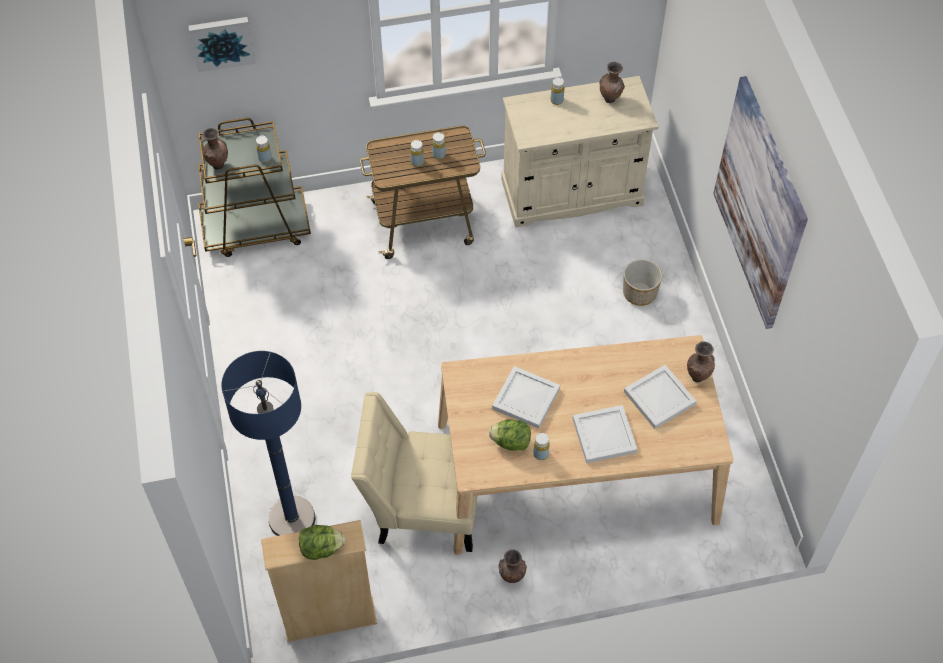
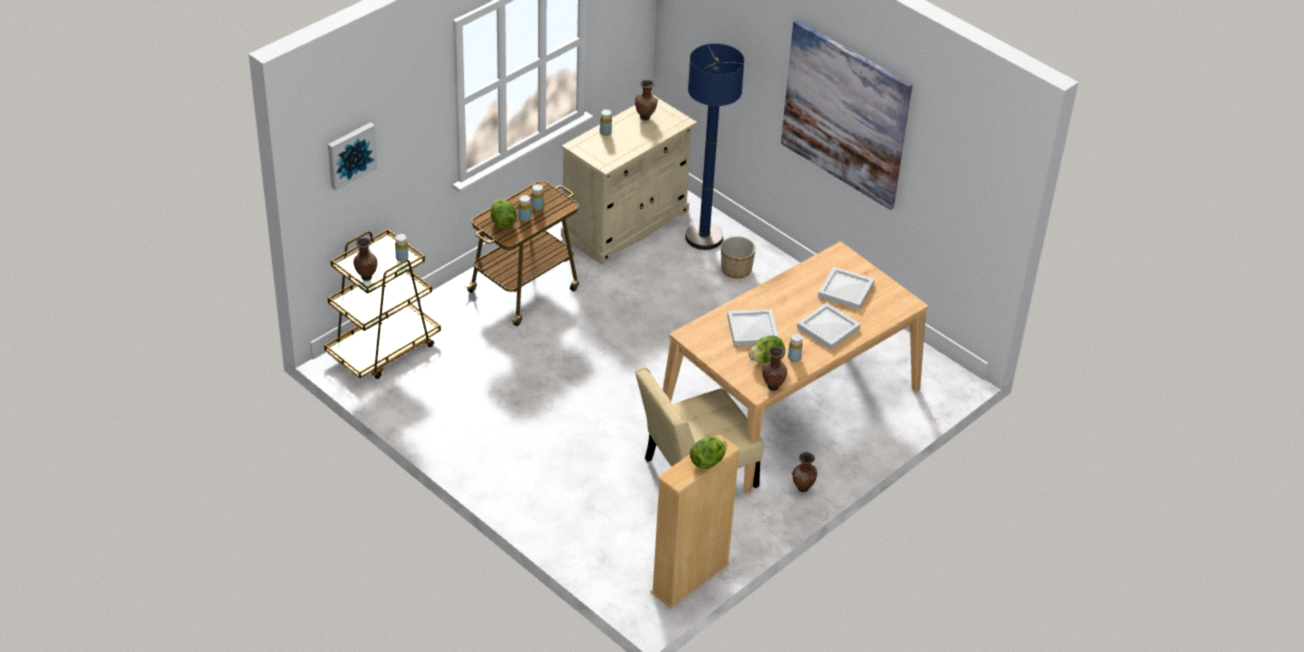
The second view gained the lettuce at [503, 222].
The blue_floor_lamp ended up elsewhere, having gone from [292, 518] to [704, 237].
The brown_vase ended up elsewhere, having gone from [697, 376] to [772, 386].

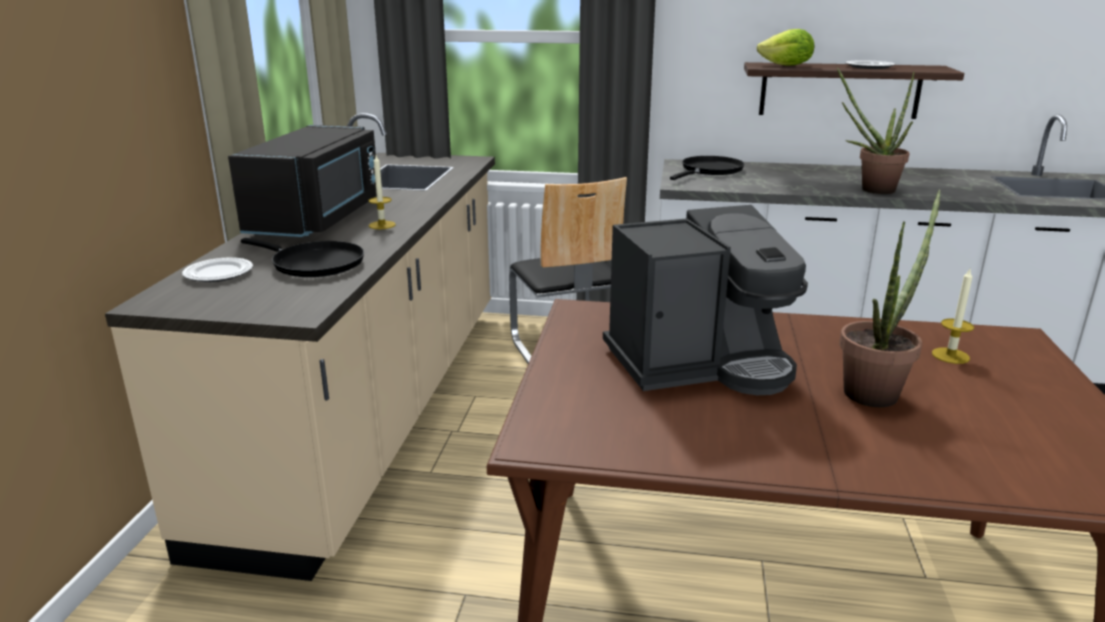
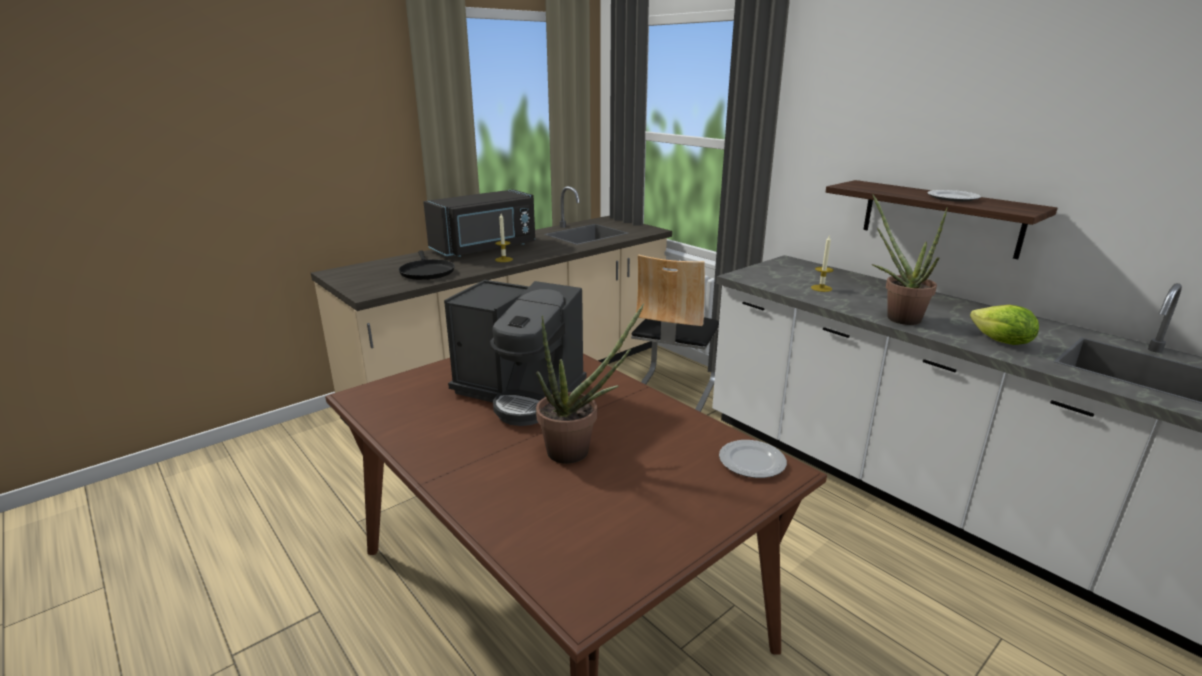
The plate ended up elsewhere, having gone from [218, 273] to [751, 461].
The candle ended up elsewhere, having gone from [950, 356] to [821, 288].
The lettuce ended up elsewhere, having gone from [786, 66] to [1001, 342].
The second view lost the black_frying_pan at [709, 170].

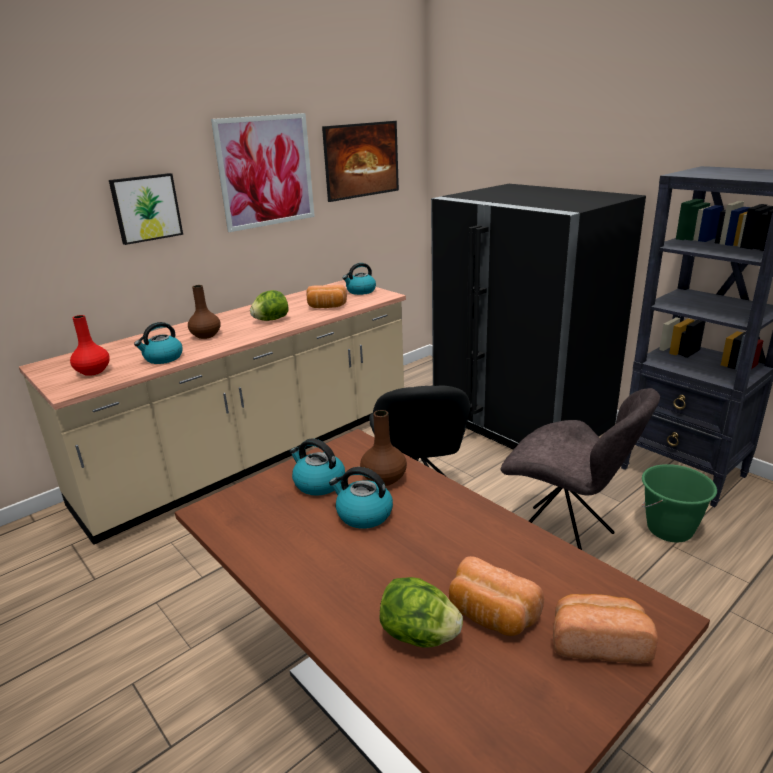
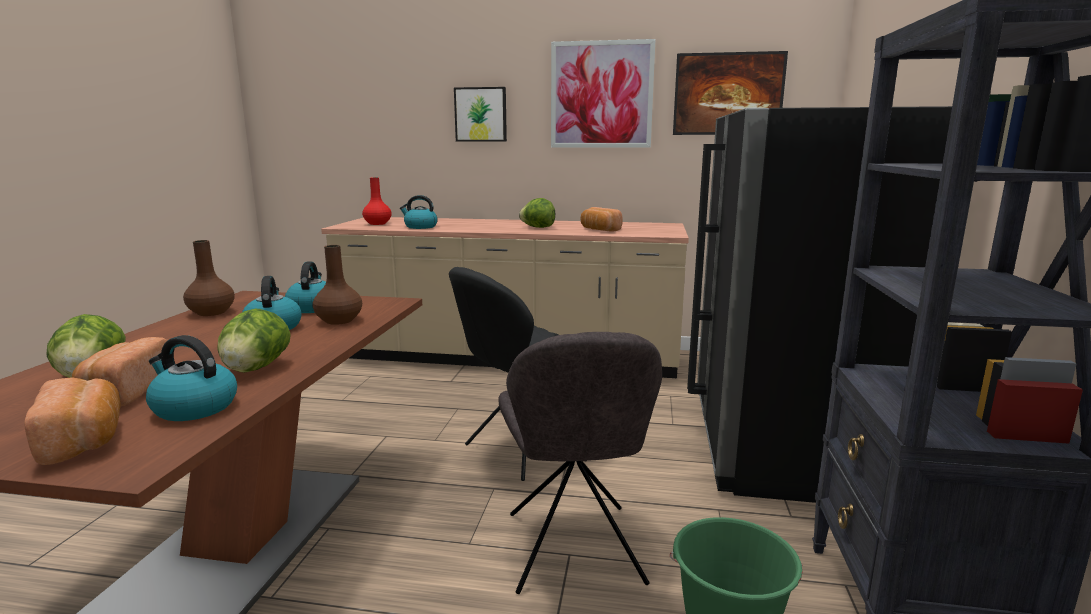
The kettle ended up elsewhere, having gone from [360, 291] to [193, 407].
The brown_vase ended up elsewhere, having gone from [206, 335] to [212, 312].
The second view gained the lettuce at [256, 368].

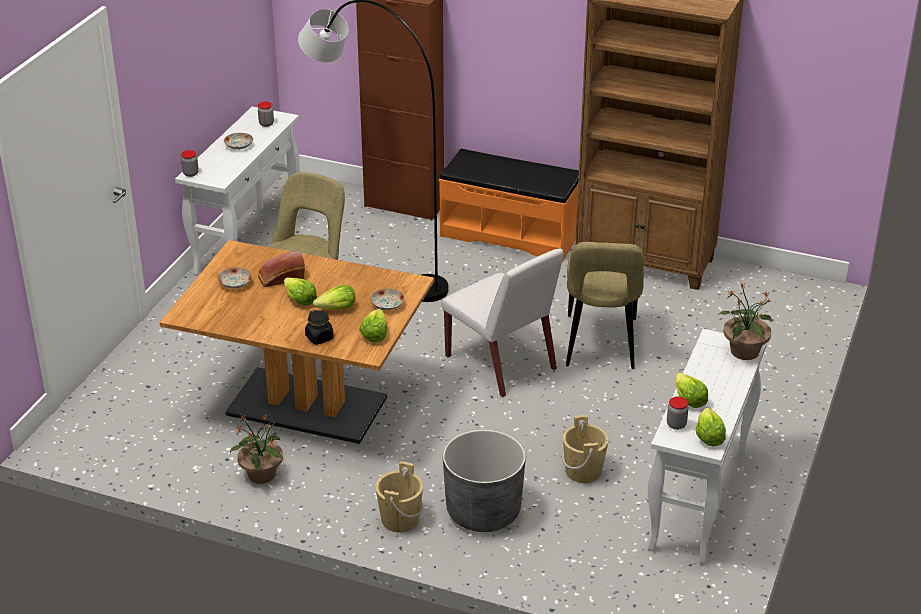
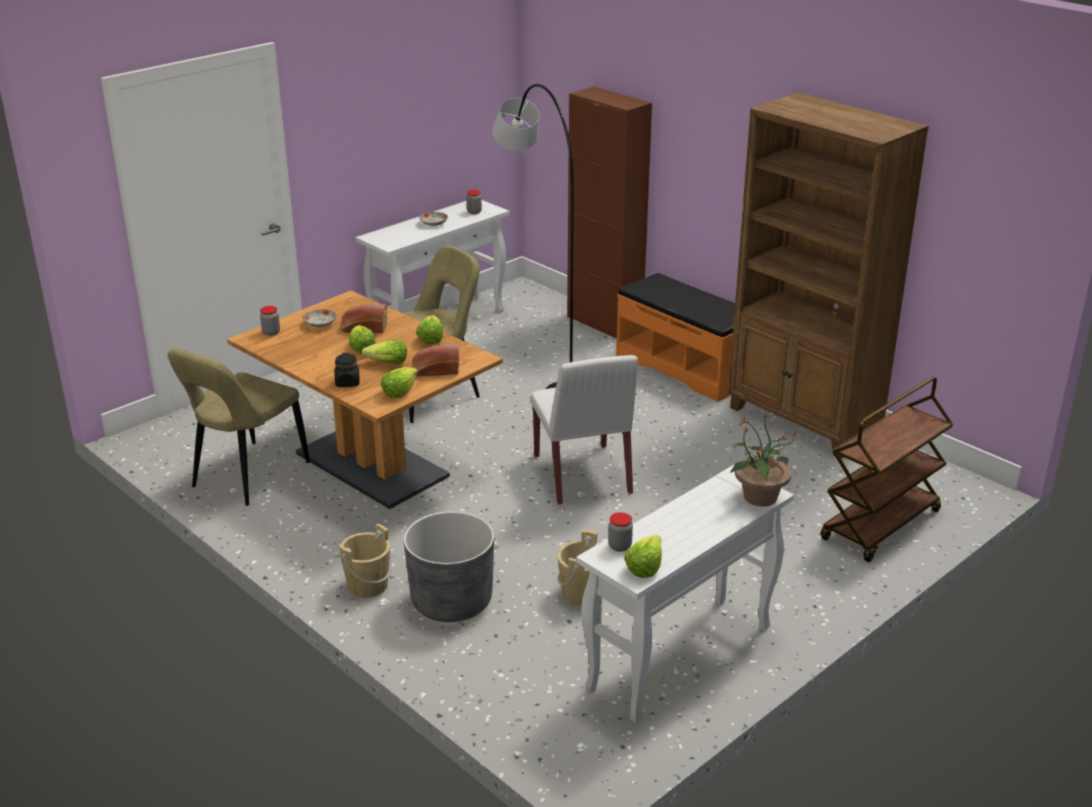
The beige_chair ended up elsewhere, having gone from [600, 345] to [247, 477].
The jar ended up elsewhere, having gone from [190, 173] to [271, 332].
Where the plate stood at [387, 305], the bread came to stand at [435, 371].
The lettuce ended up elsewhere, having gone from [688, 400] to [430, 339].
The second view gained the brown_cart at [881, 526].
The second view lost the potted_plant at [261, 475].

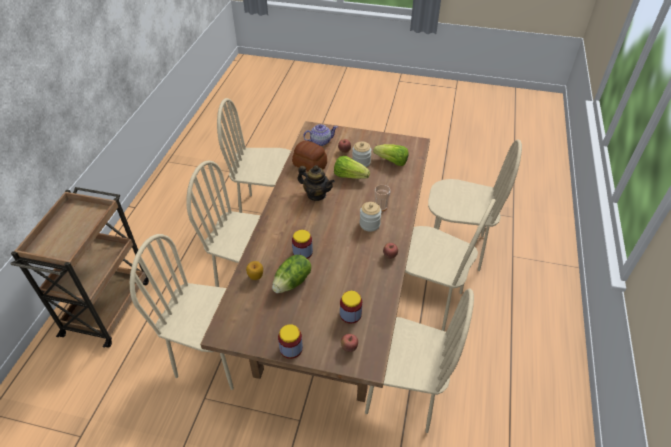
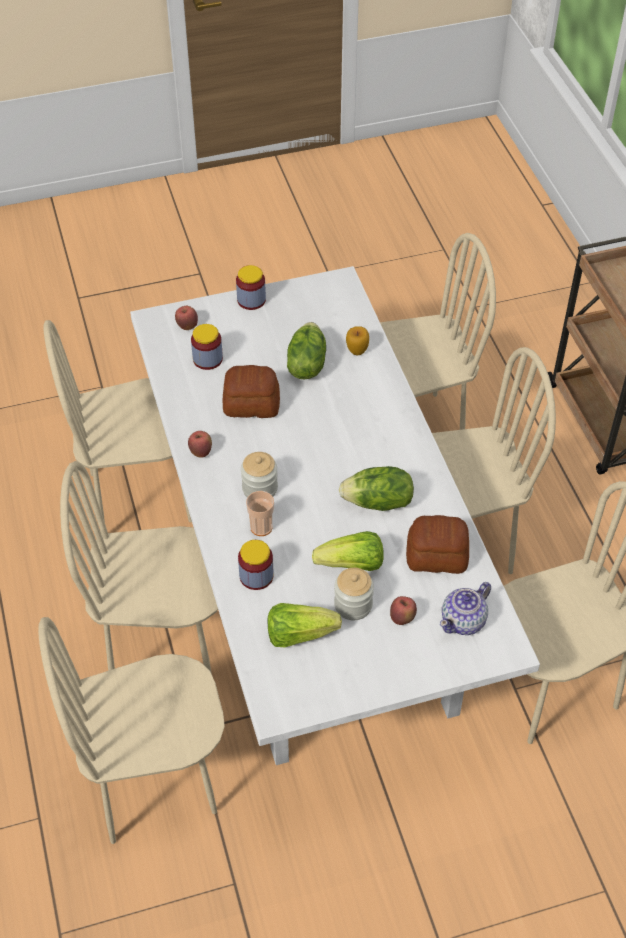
What was the brown_dining_table at [335, 295] turned into the white_dining_table at [314, 586].
The second view gained the bread at [251, 404].
The jar ended up elsewhere, having gone from [302, 252] to [256, 576].
Where the teapot stood at [316, 195], the lettuce came to stand at [378, 502].

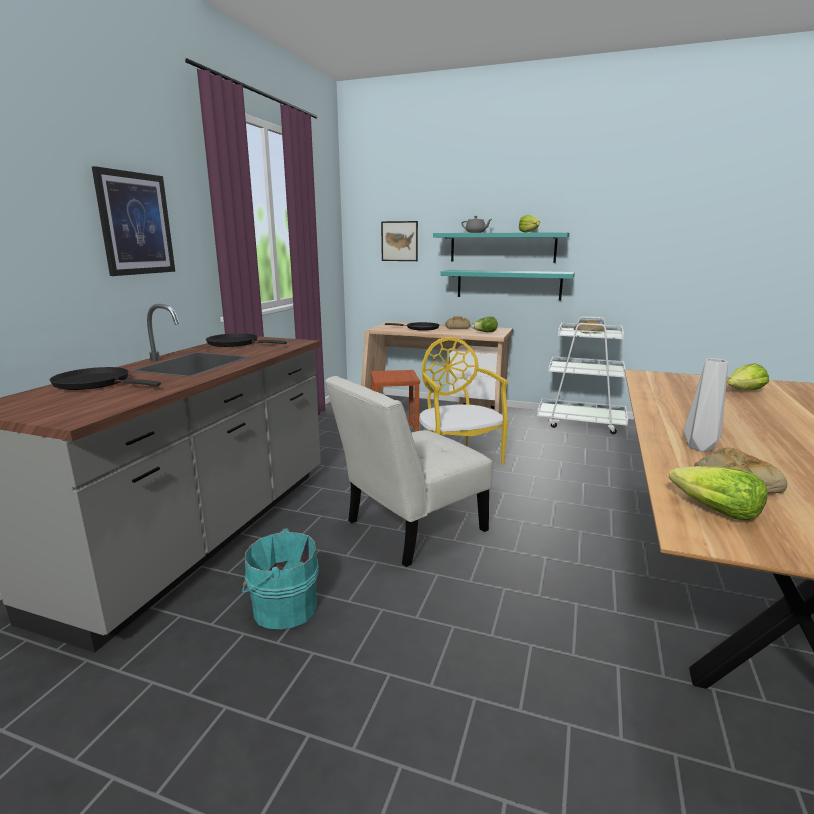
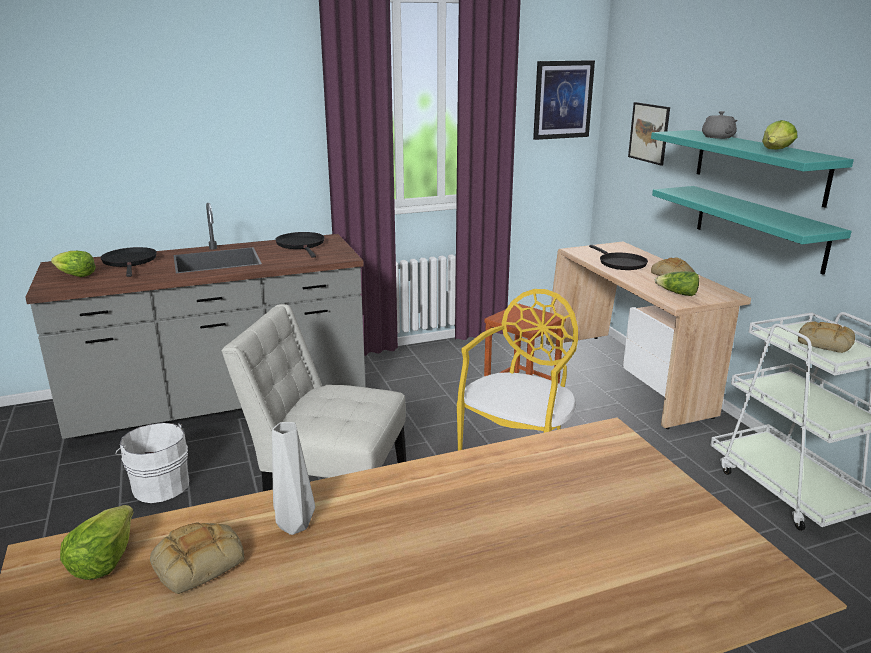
The lettuce ended up elsewhere, having gone from [745, 391] to [74, 275].
What was the turquoise_bucket at [282, 607] turned into the white_bucket at [160, 485].
The picture ended up elsewhere, having gone from [135, 224] to [563, 100].

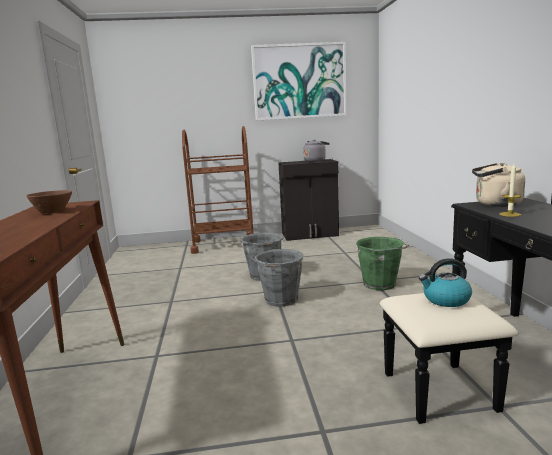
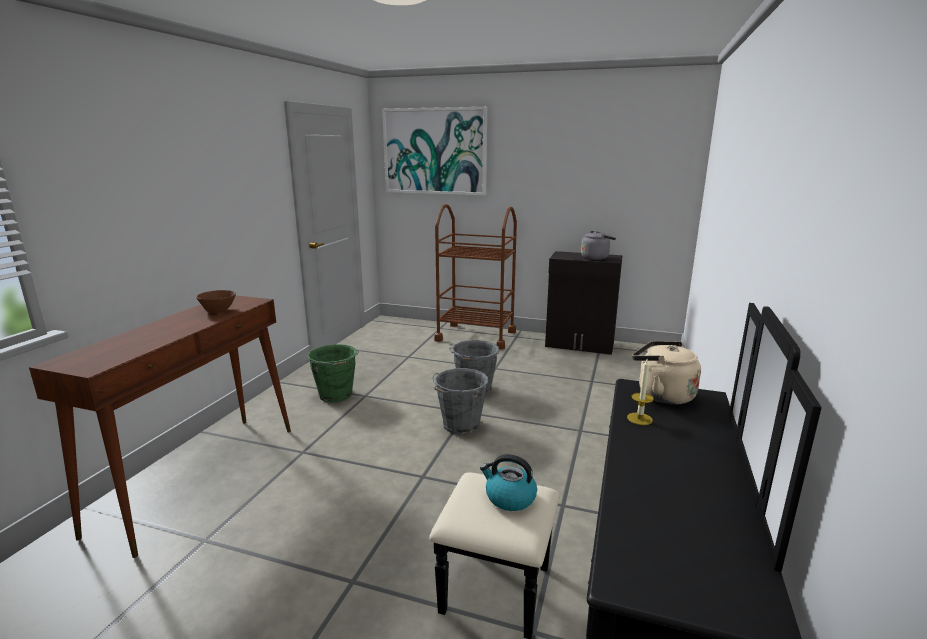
The green_bucket ended up elsewhere, having gone from [380, 284] to [336, 395].
The picture ended up elsewhere, having gone from [299, 81] to [435, 151].

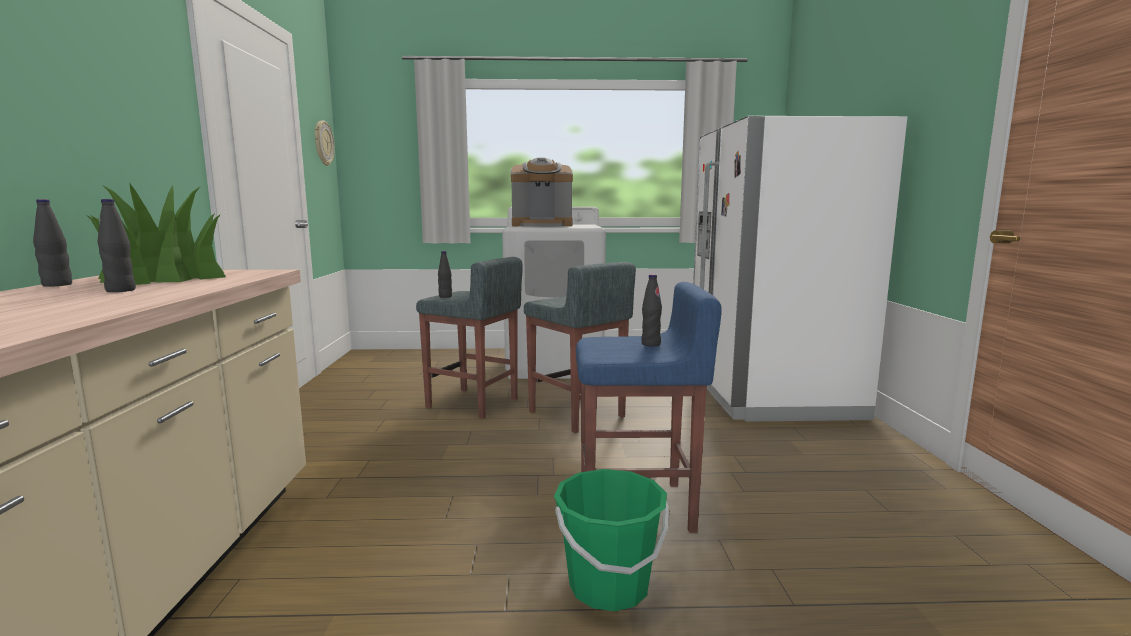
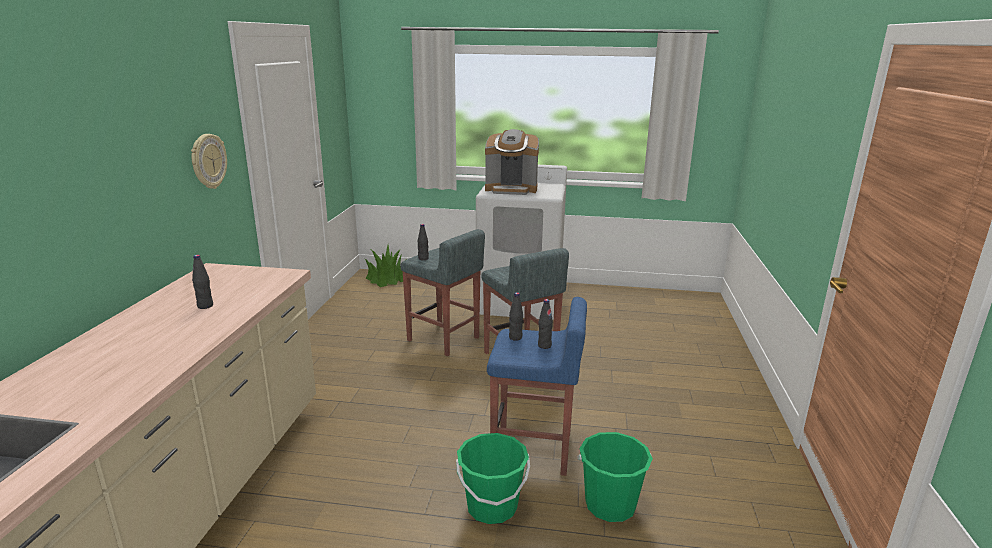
The wall_clock ended up elsewhere, having gone from [323, 143] to [208, 161].
The potted_plant ended up elsewhere, having gone from [165, 277] to [387, 279].
The black_bottle ended up elsewhere, having gone from [57, 285] to [515, 337].
The second view gained the green_bucket at [610, 505].
The second view lost the white_fridge at [769, 394].

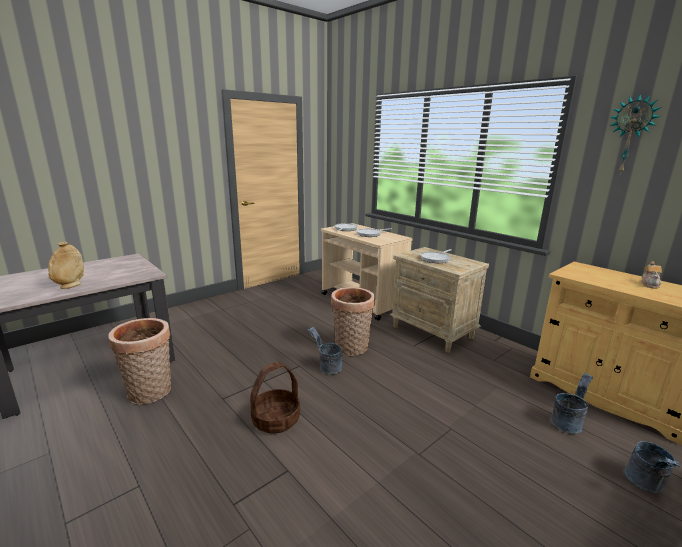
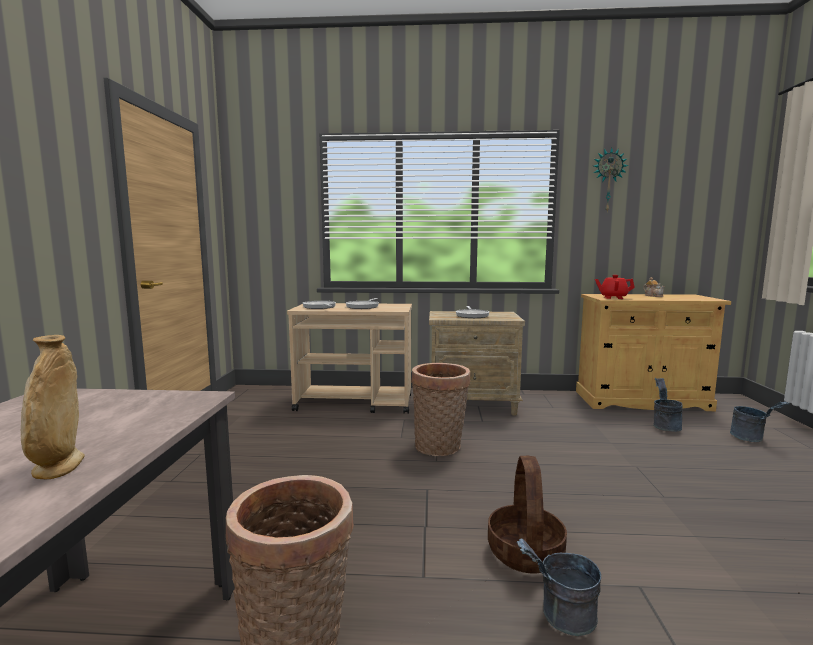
The grey_bucket ended up elsewhere, having gone from [327, 367] to [560, 617].
The second view gained the red_teapot at [613, 298].

